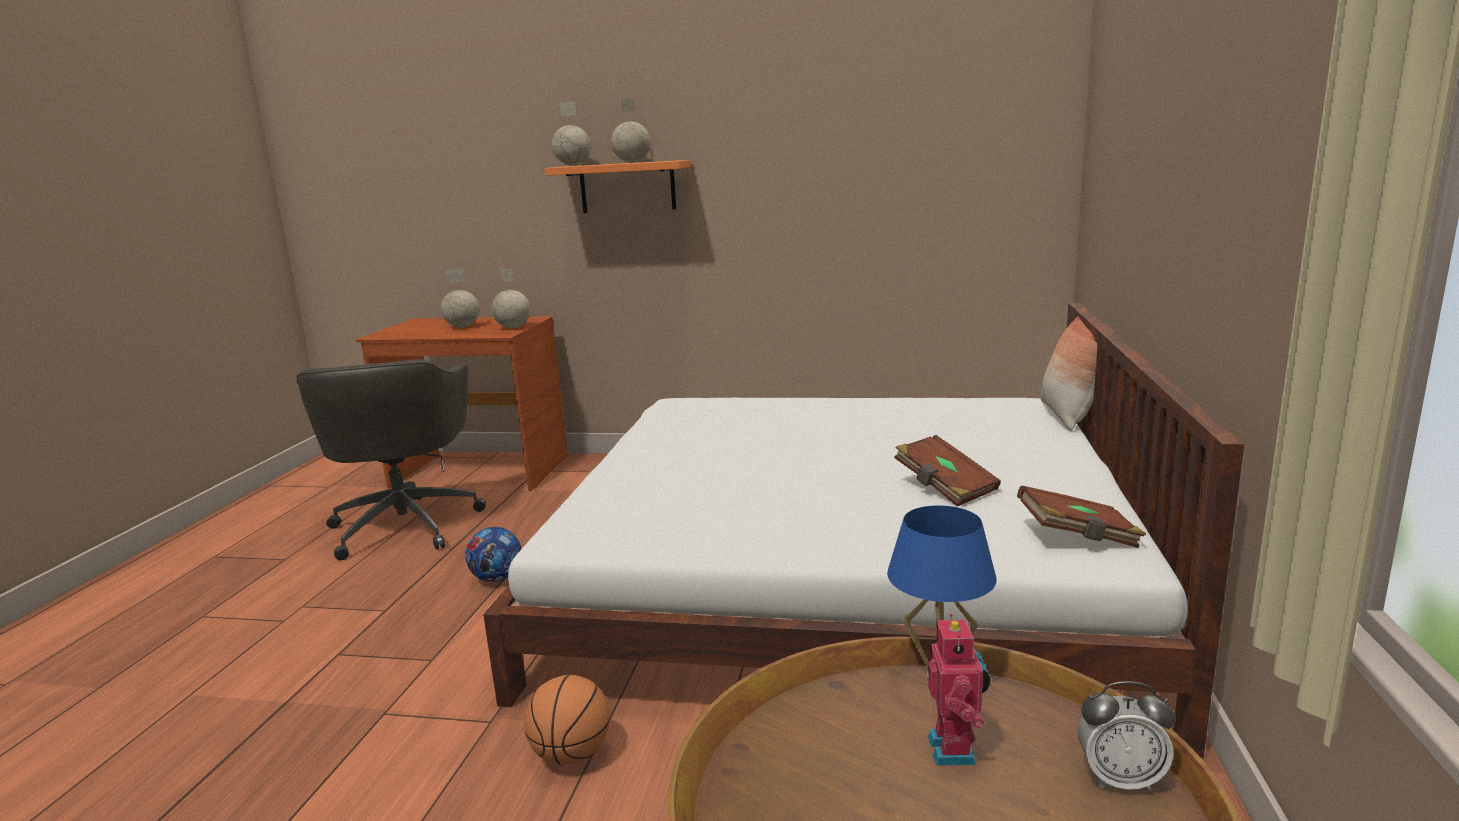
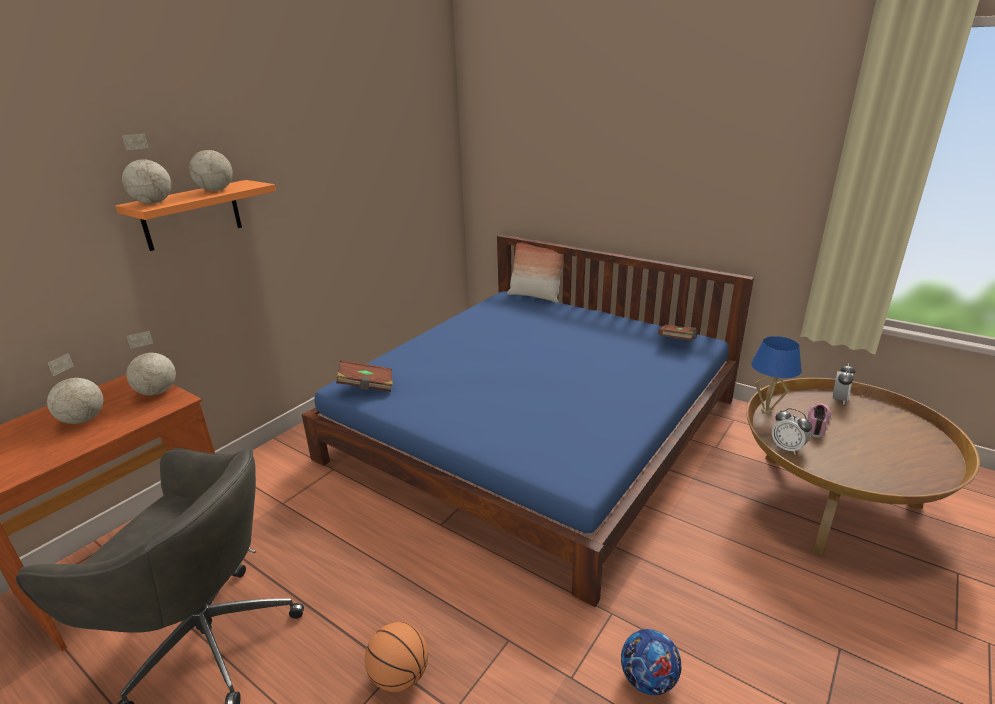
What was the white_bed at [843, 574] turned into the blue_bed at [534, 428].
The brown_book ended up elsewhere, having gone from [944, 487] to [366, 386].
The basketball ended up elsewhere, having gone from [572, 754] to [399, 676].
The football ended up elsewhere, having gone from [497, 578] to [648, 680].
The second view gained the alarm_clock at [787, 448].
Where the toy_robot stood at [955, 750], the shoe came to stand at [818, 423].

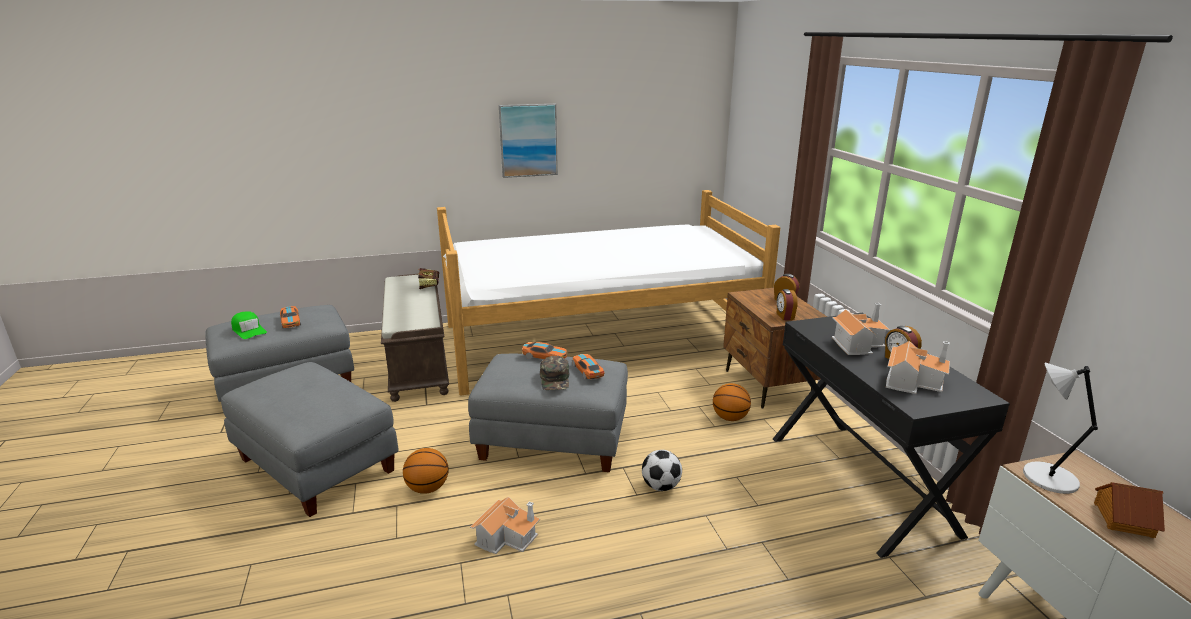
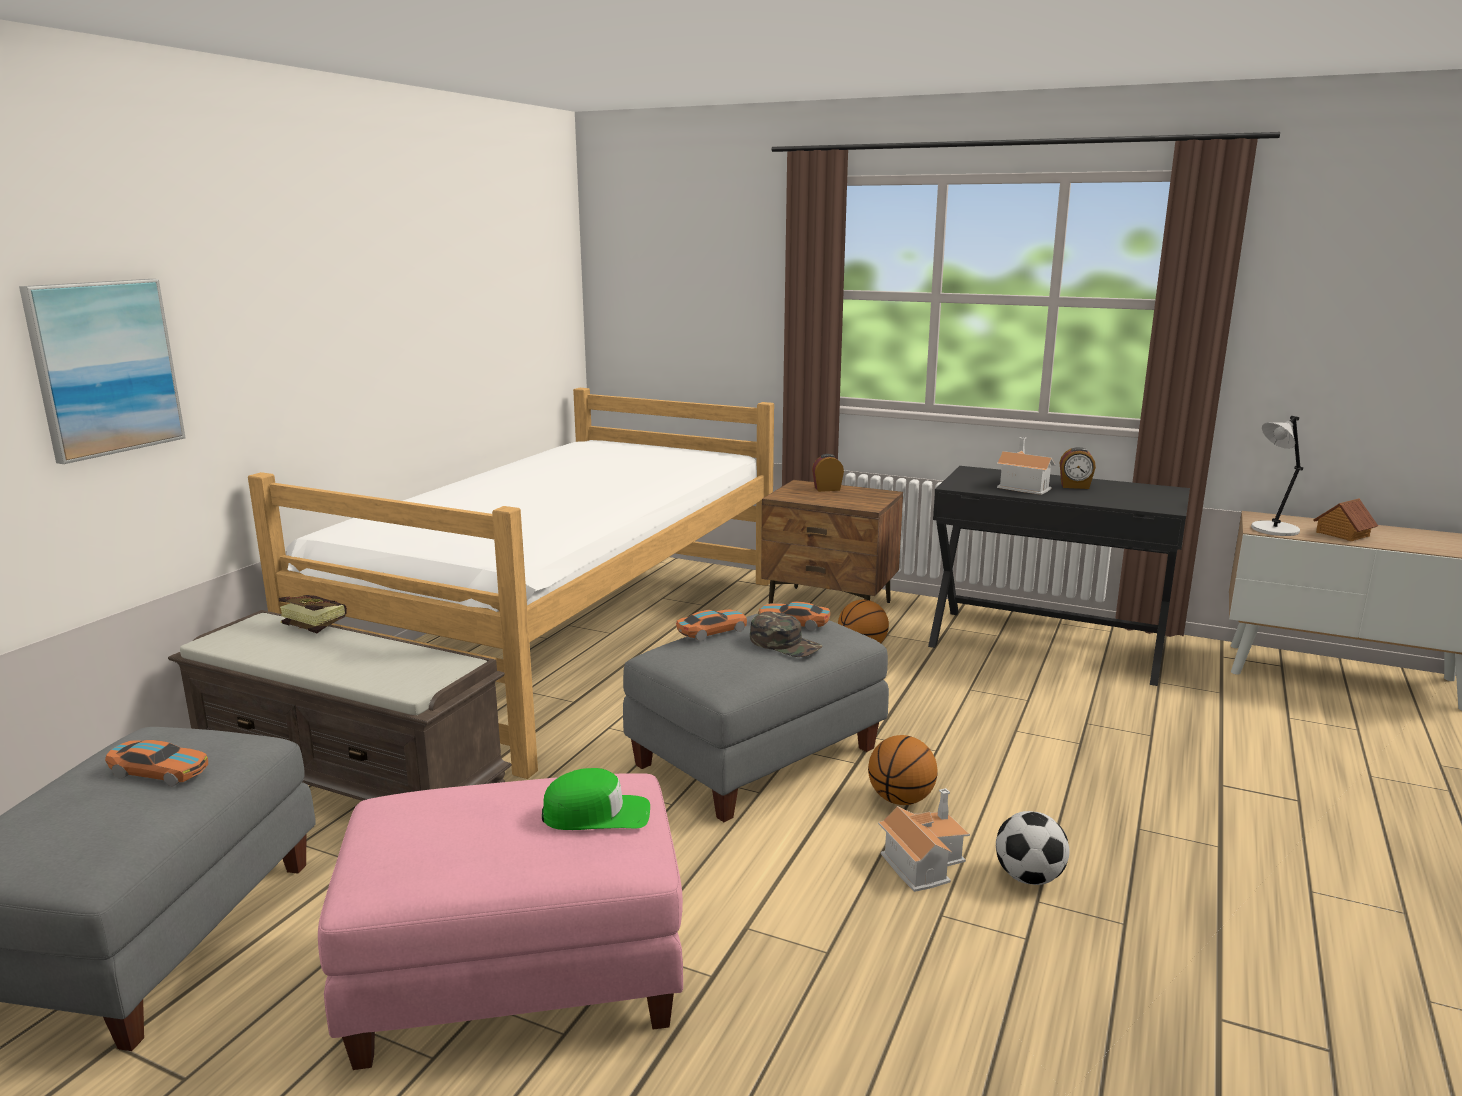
The picture ended up elsewhere, having gone from [528, 140] to [105, 368].
What was the grey_ottoman at [318, 465] turned into the pink_ottoman at [519, 975].
The green_cap ended up elsewhere, having gone from [249, 330] to [596, 814].
The basketball ended up elsewhere, having gone from [428, 488] to [901, 799].
The football ended up elsewhere, having gone from [661, 486] to [1029, 878].
The second view lost the alarm_clock at [784, 316].
The second view lost the toy_house at [913, 381].

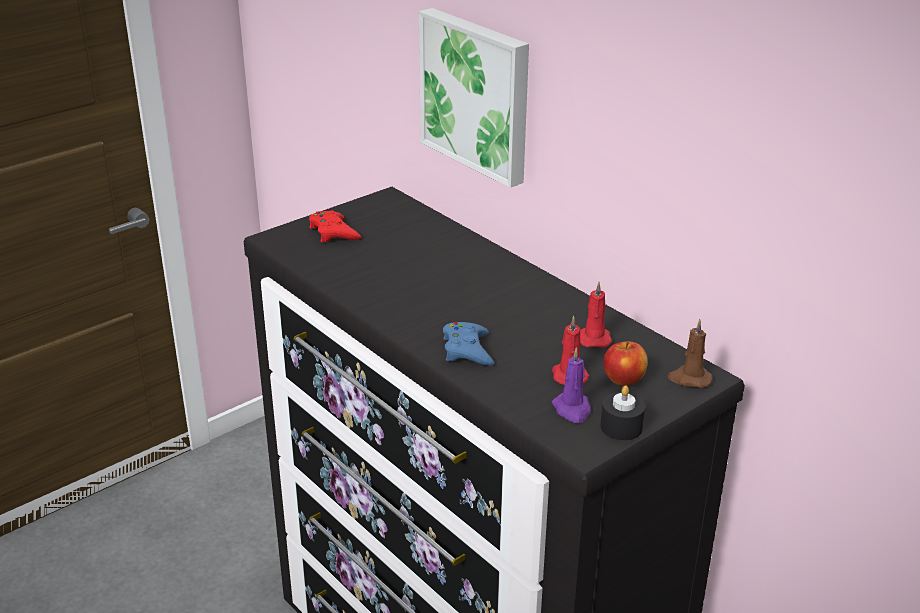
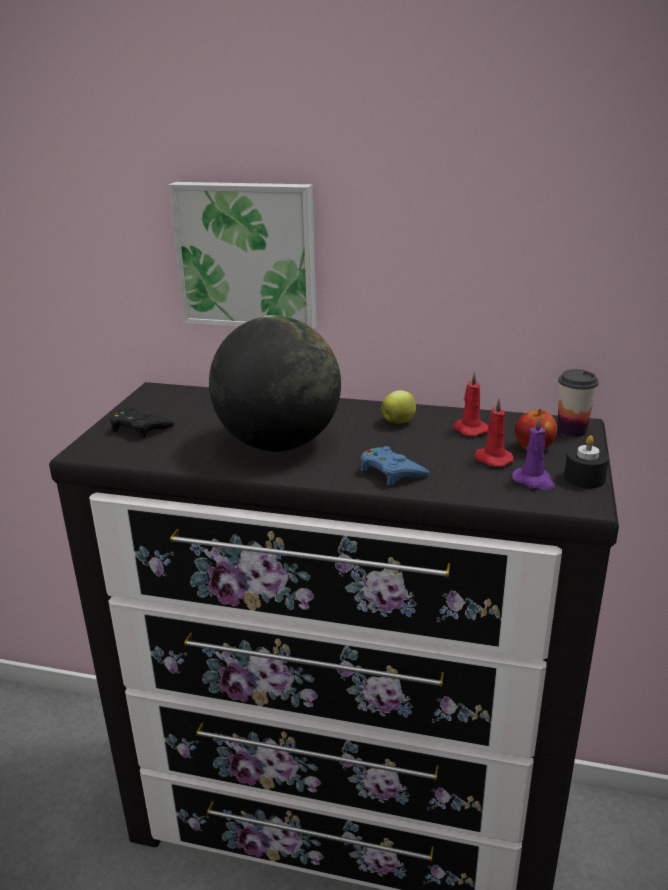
What was the red_game_controller at [333, 232] turned into the black_game_controller at [139, 428].
The second view gained the globe at [279, 444].
The second view gained the apple at [399, 422].
Where the brown_candle stood at [689, 378], the cup came to stand at [571, 430].

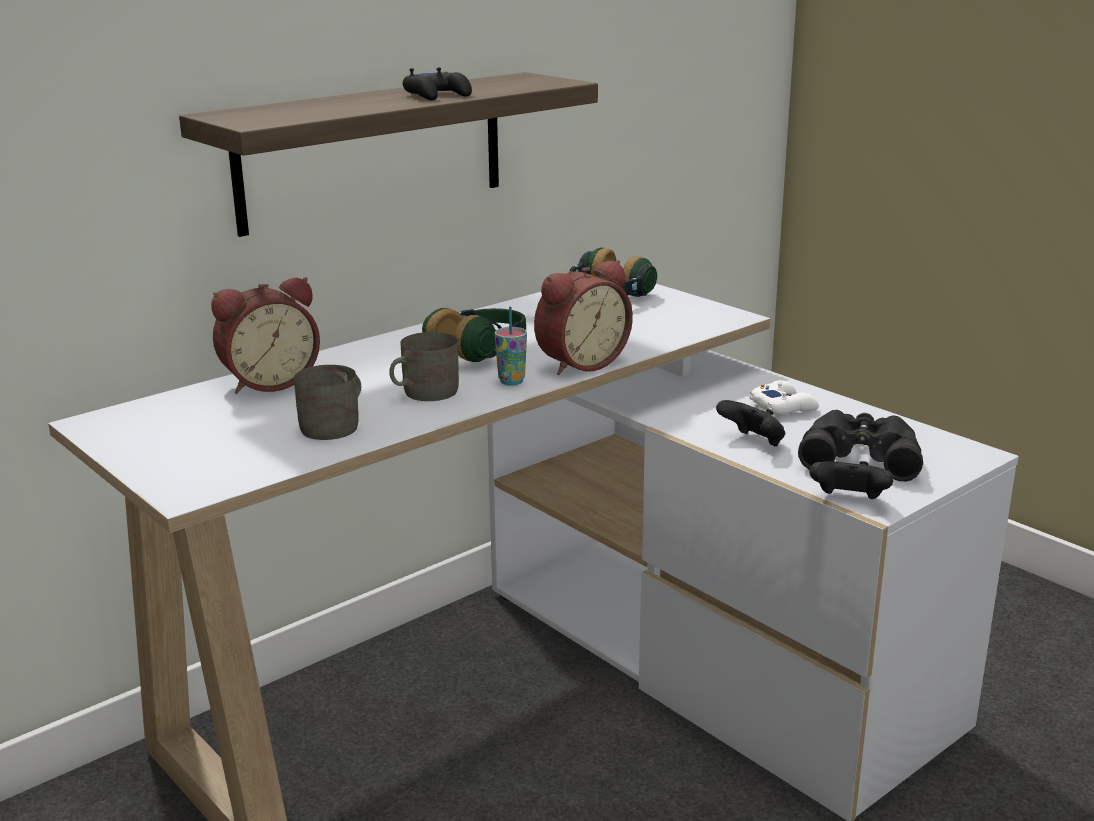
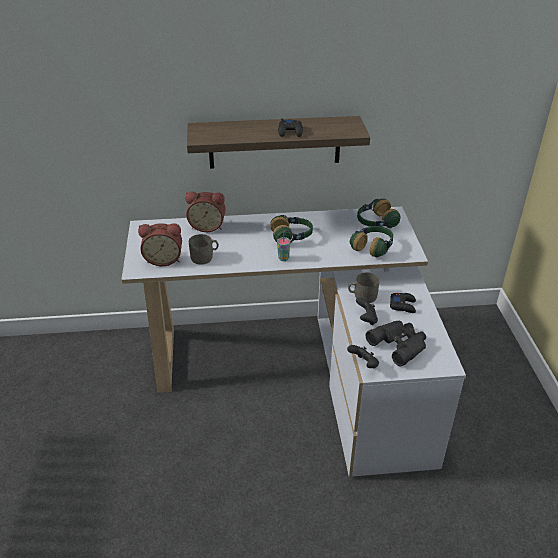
The alarm_clock ended up elsewhere, having gone from [579, 363] to [164, 259].
The grey_mug ended up elsewhere, having gone from [423, 393] to [362, 296].
The second view gained the headphones at [373, 247].
What was the white_game_controller at [783, 406] turned into the black_game_controller at [403, 305].

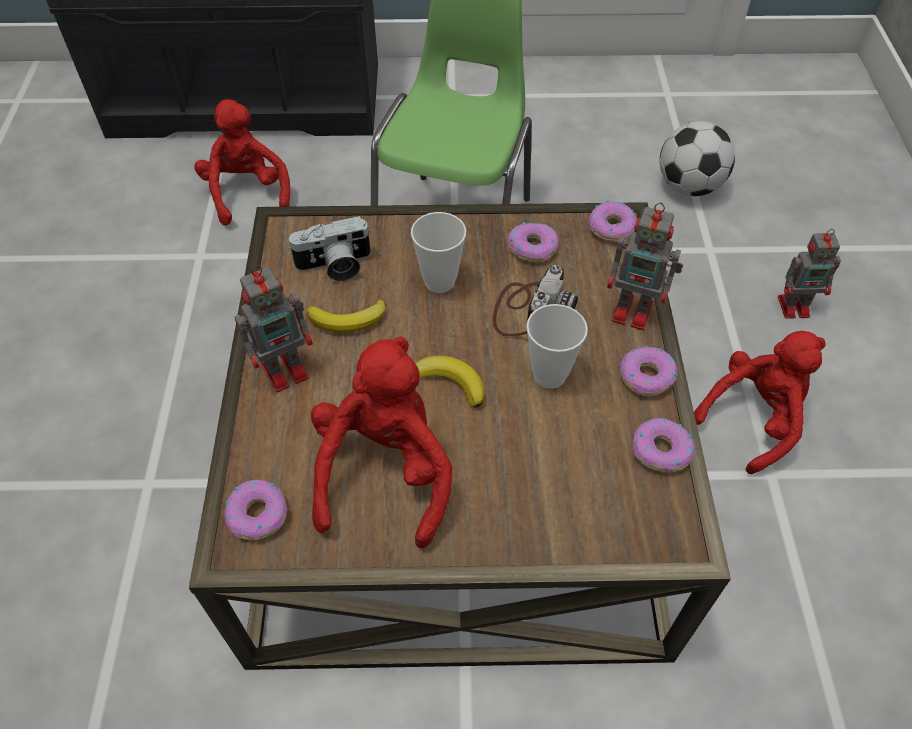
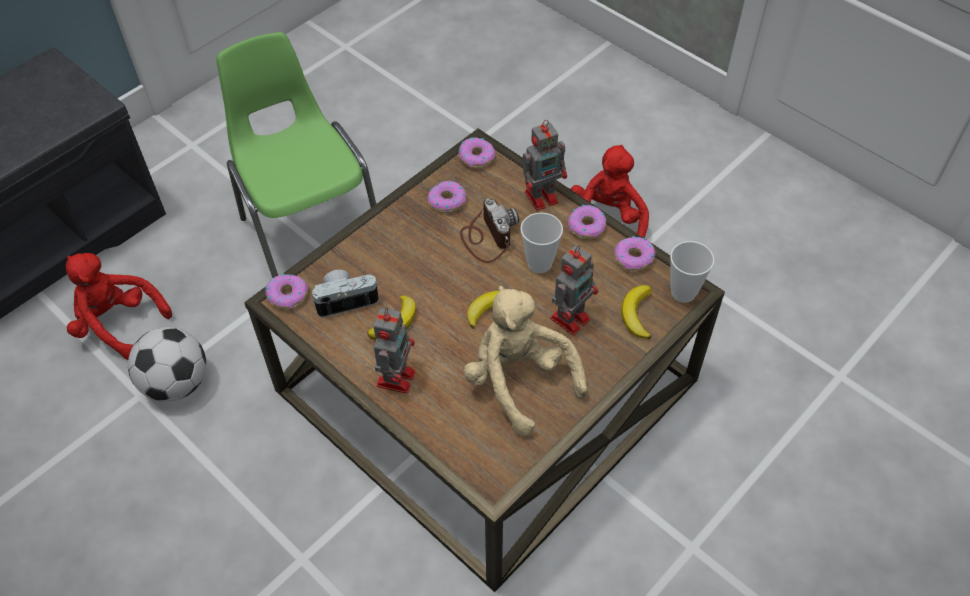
The football ended up elsewhere, having gone from [688, 186] to [177, 383].
The donut ended up elsewhere, having gone from [258, 514] to [287, 295].
The photo_camera at [335, 266] ended up facing another way, 135 degrees counterclockwise from before.
What was the red_plush_toy at [385, 472] turned into the beige_plush_toy at [519, 381].
The toy_robot ended up elsewhere, having gone from [795, 306] to [571, 317].
The second view gained the banana at [636, 314].
The cup ended up elsewhere, having gone from [439, 281] to [683, 292].

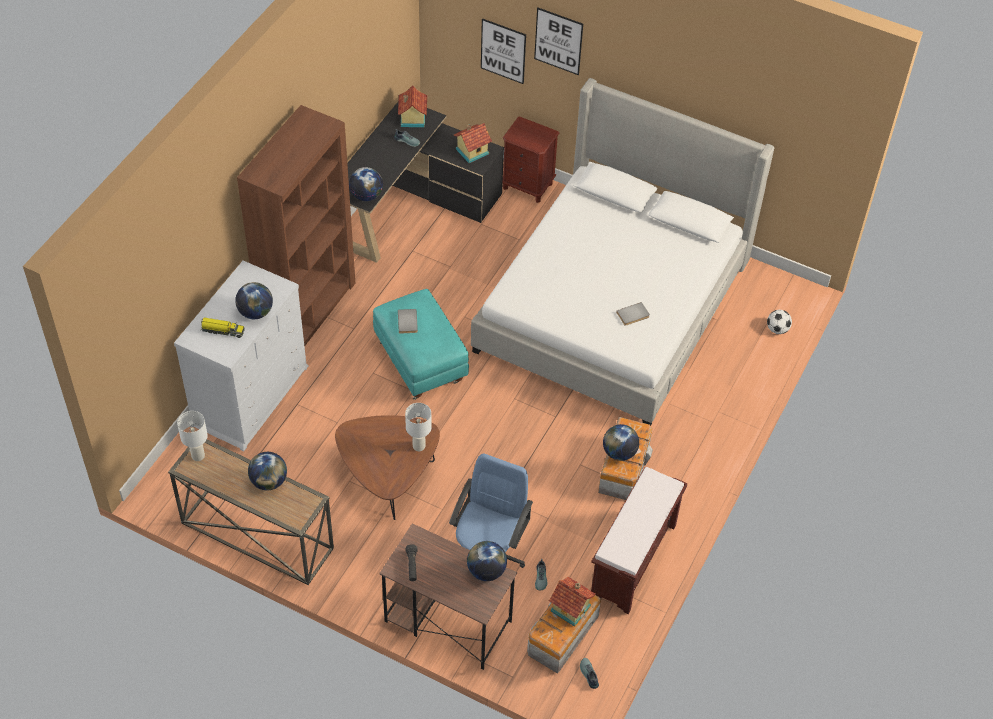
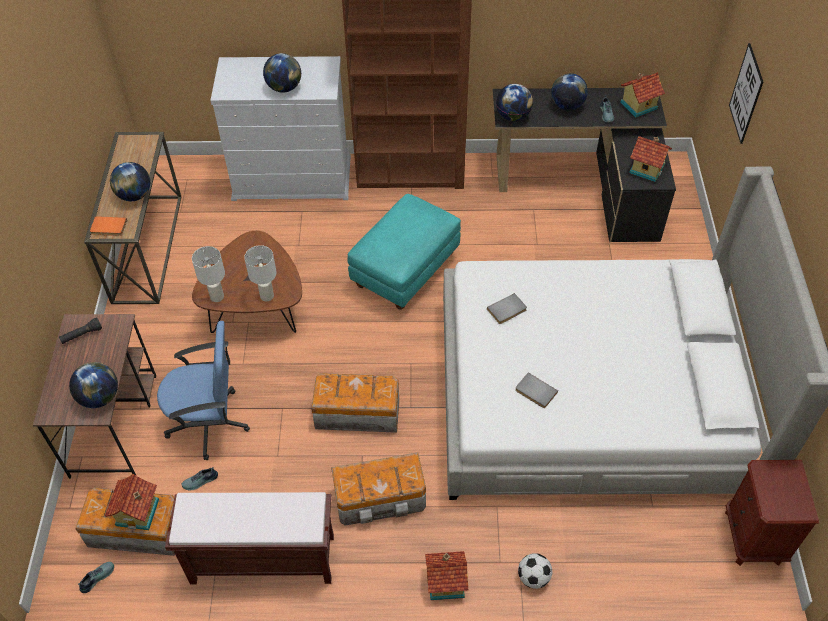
The second view gained the orange_book at [108, 228].
The white_table_lamp ended up elsewhere, having gone from [198, 456] to [216, 297].
The second view gained the storage_box at [356, 413].
The second view gained the toy_house at [445, 581].
The grey_book ended up elsewhere, having gone from [408, 322] to [507, 310].
The football ended up elsewhere, having gone from [777, 329] to [533, 577].
The globe ended up elsewhere, having gone from [619, 453] to [567, 106].
The brown_nightstand ended up elsewhere, having gone from [527, 186] to [753, 537].
The second view lost the toy_truck at [222, 330].
The second view lost the picture at [558, 41].

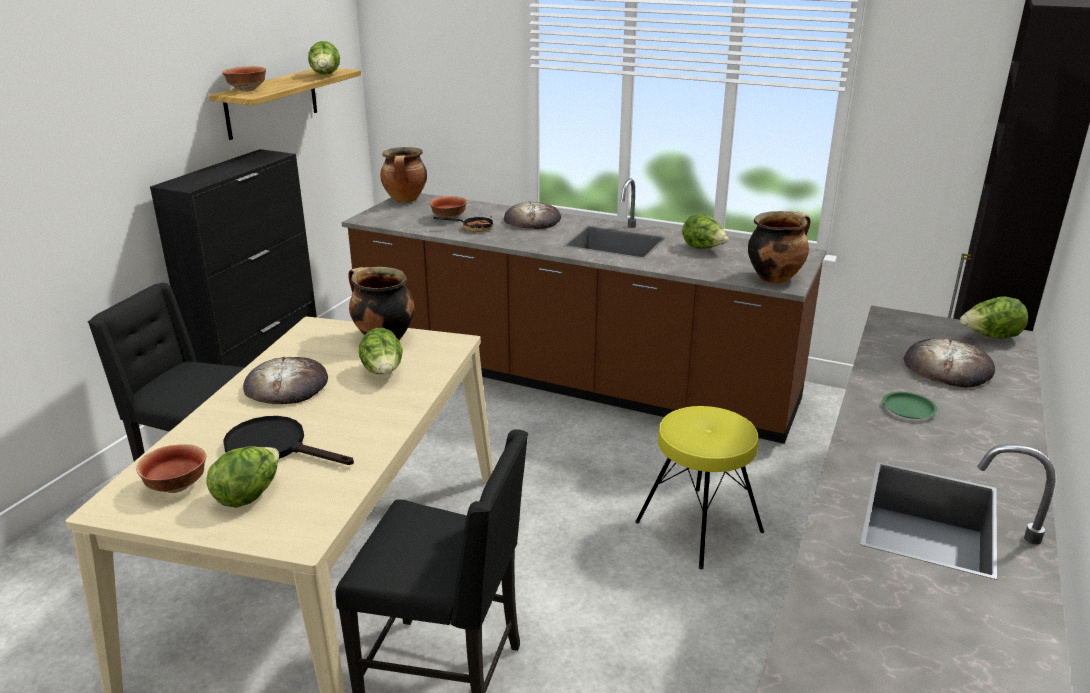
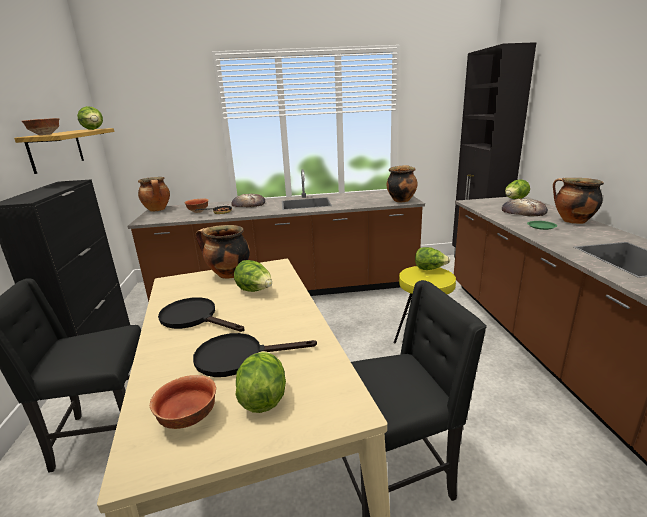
Where the bread stood at [286, 385], the black_frying_pan came to stand at [194, 318].
The lettuce ended up elsewhere, having gone from [703, 248] to [430, 269].
The second view gained the cooking_pot at [572, 221].

